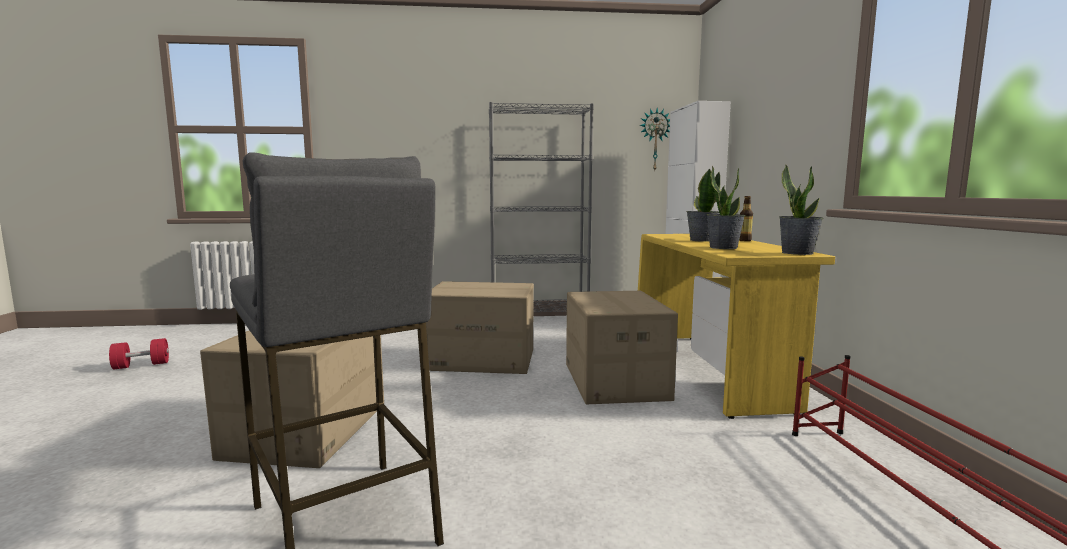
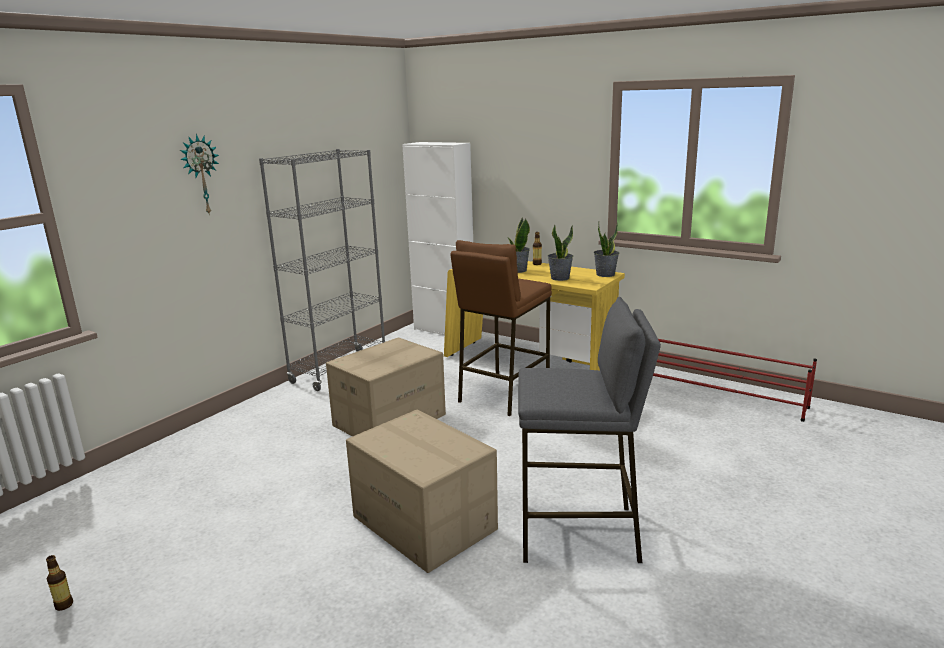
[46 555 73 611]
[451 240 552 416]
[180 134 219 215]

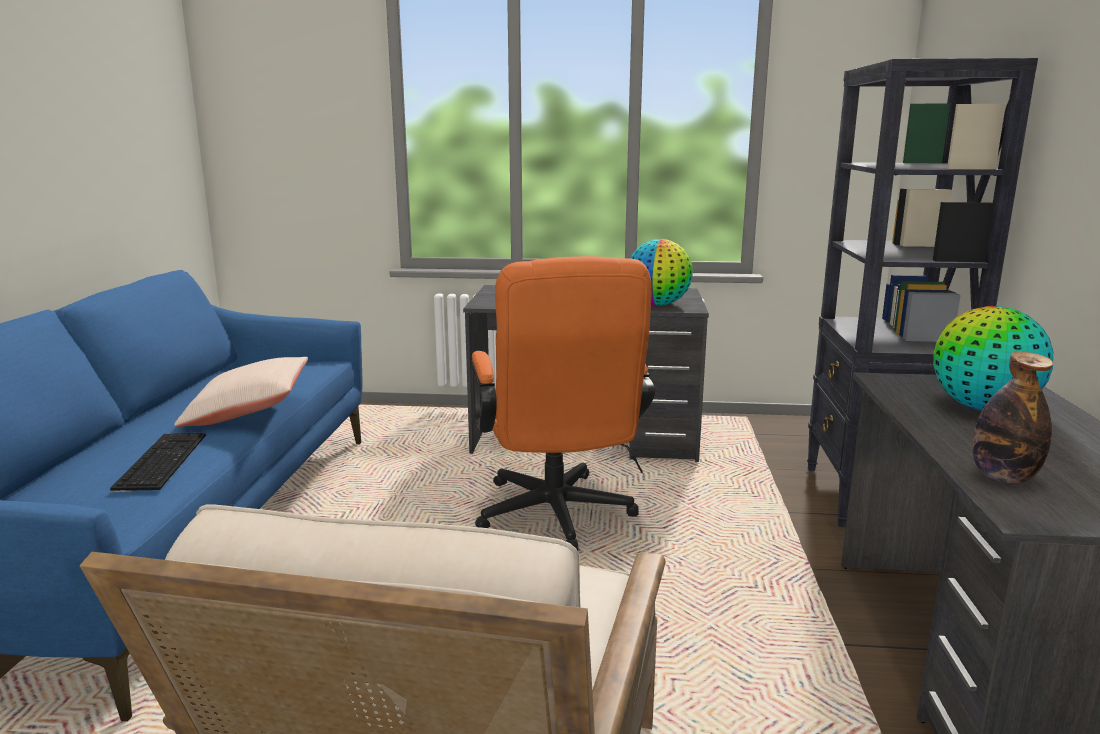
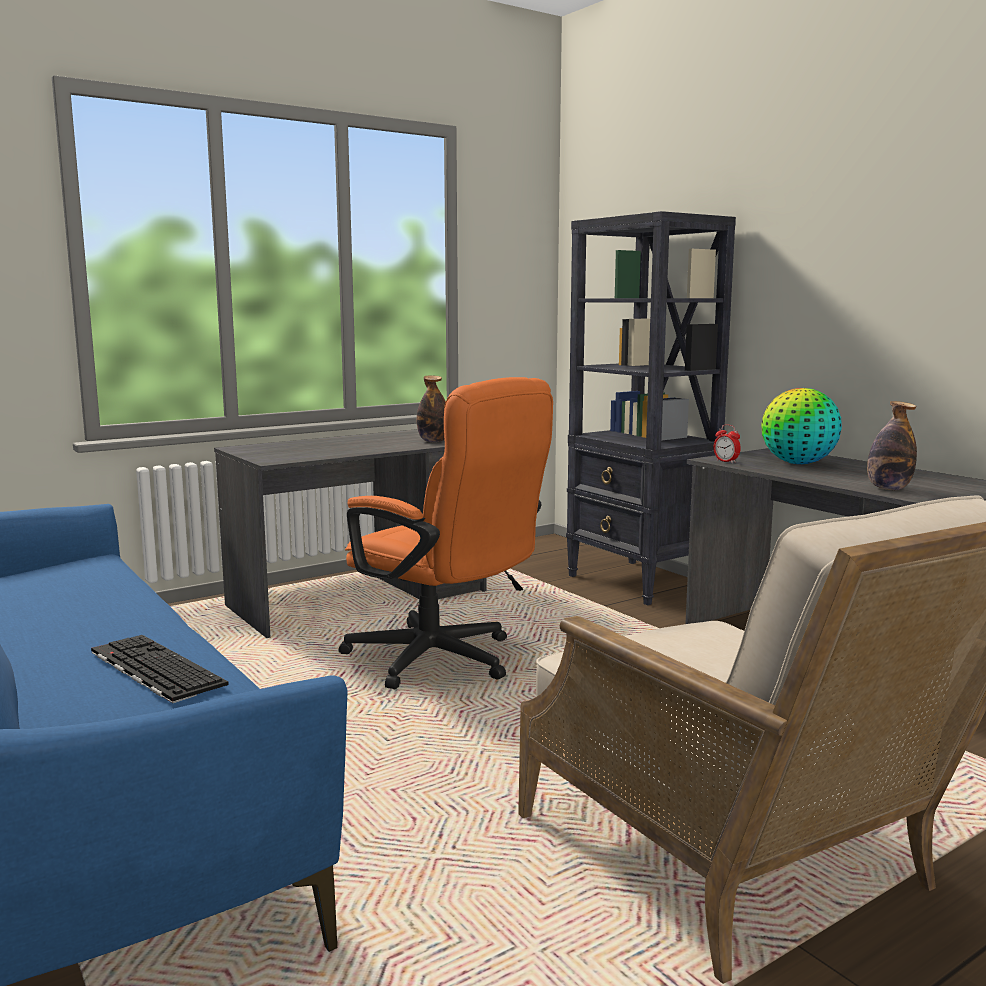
[174 357 308 427] (first image)
[417 375 446 442]
[713 424 741 463]

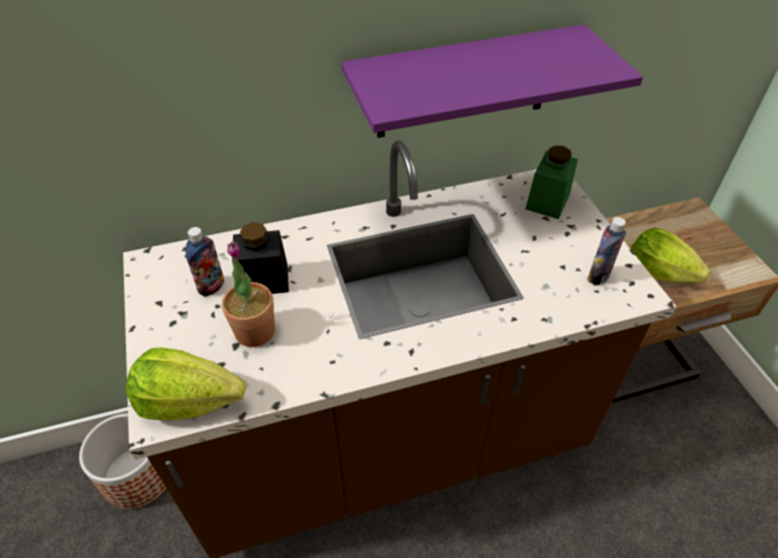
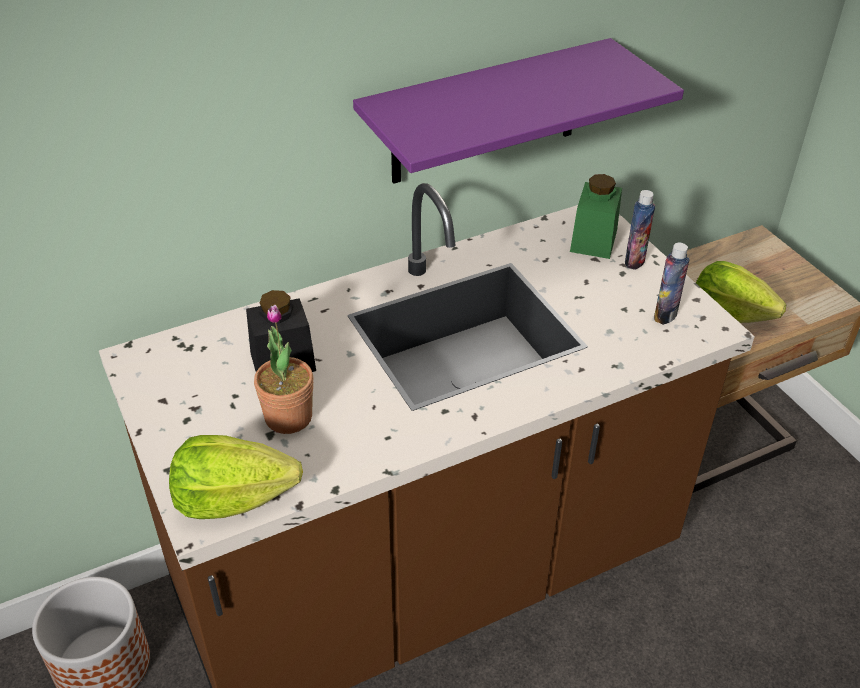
[625 190 655 270]

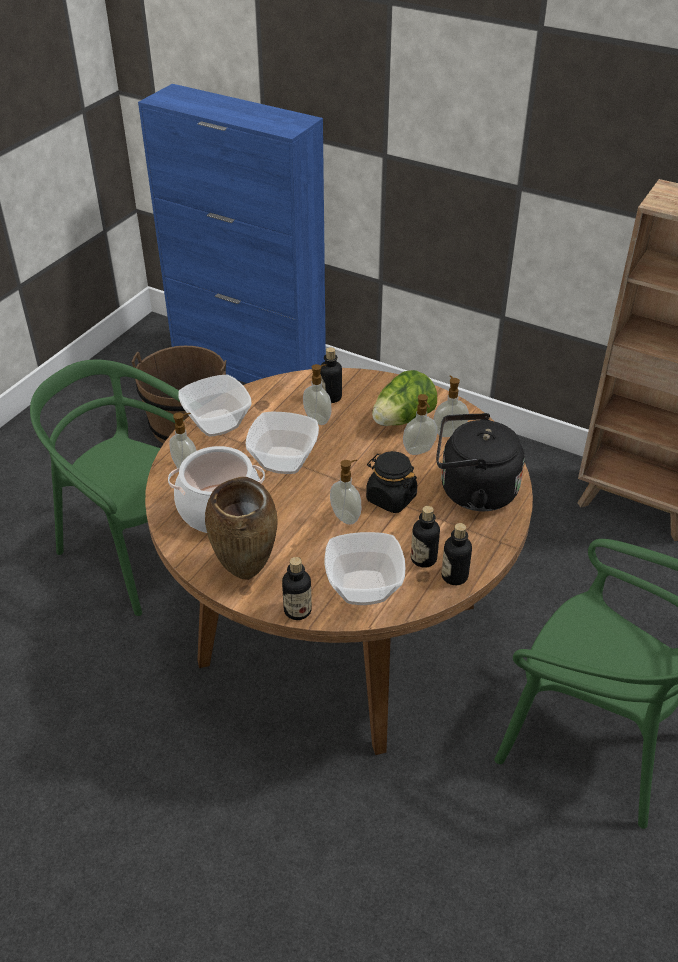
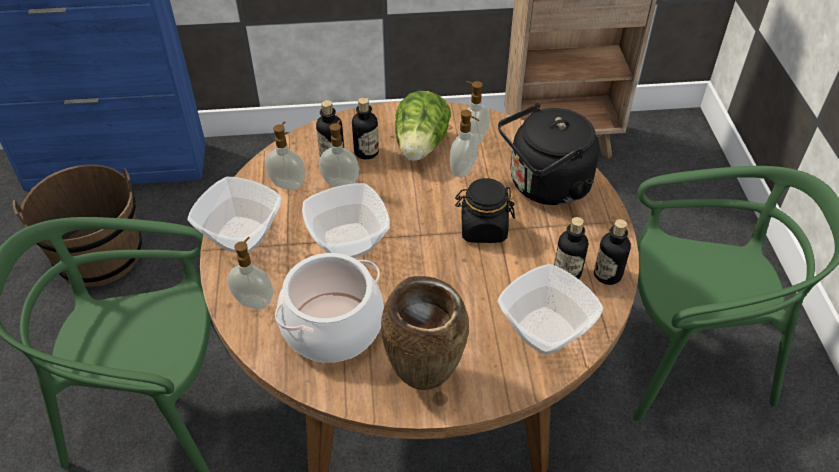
[352 97 379 159]
[265 121 305 190]

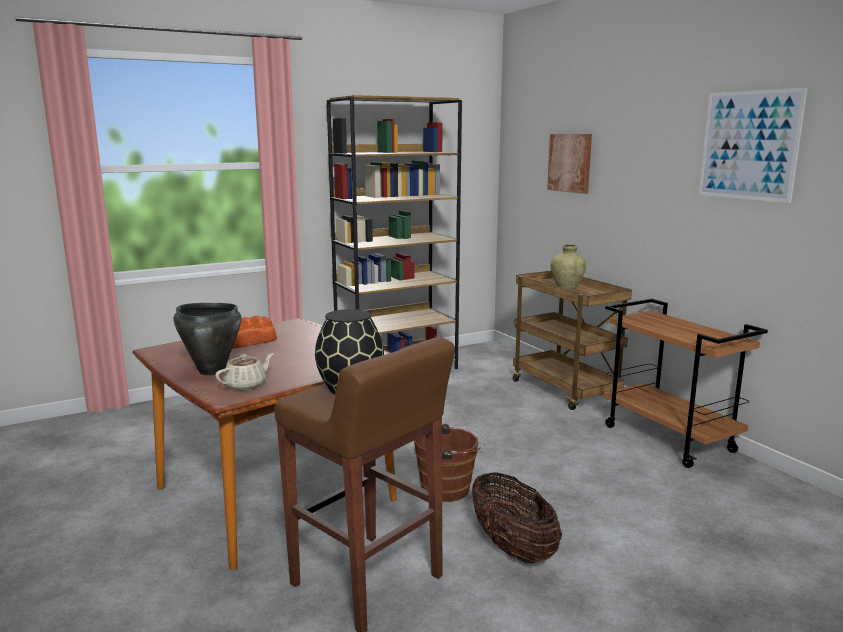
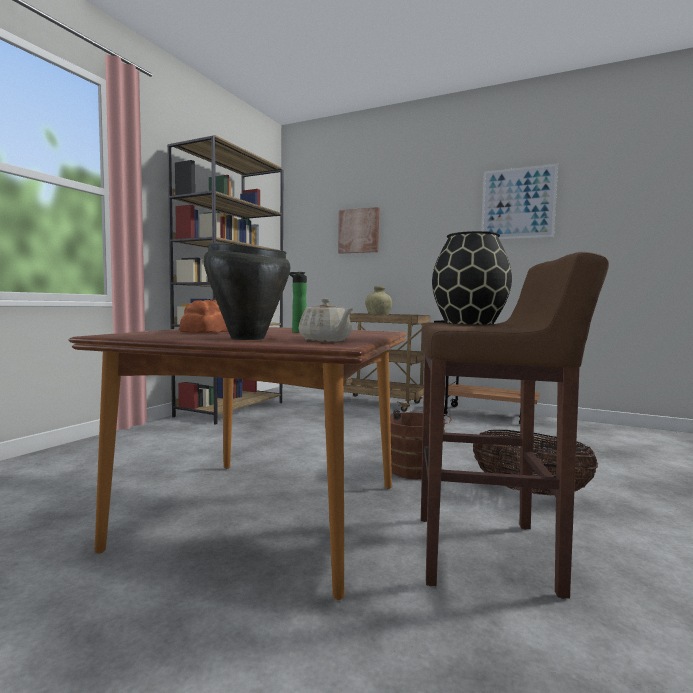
[299 299 354 342]
[289 272 307 333]

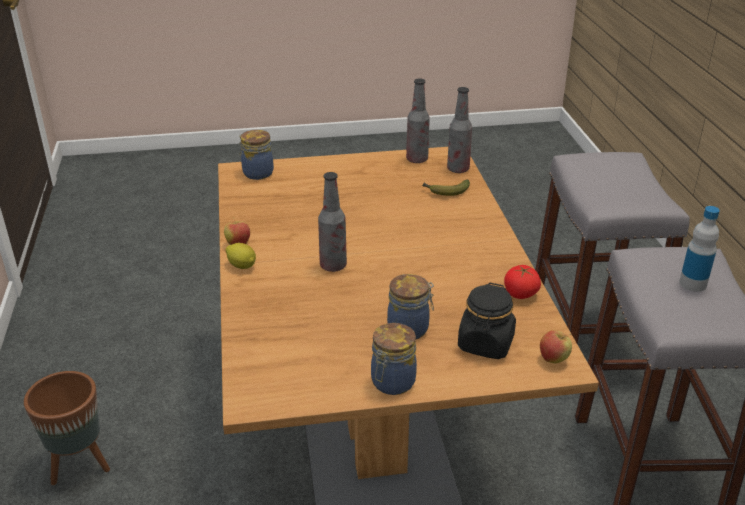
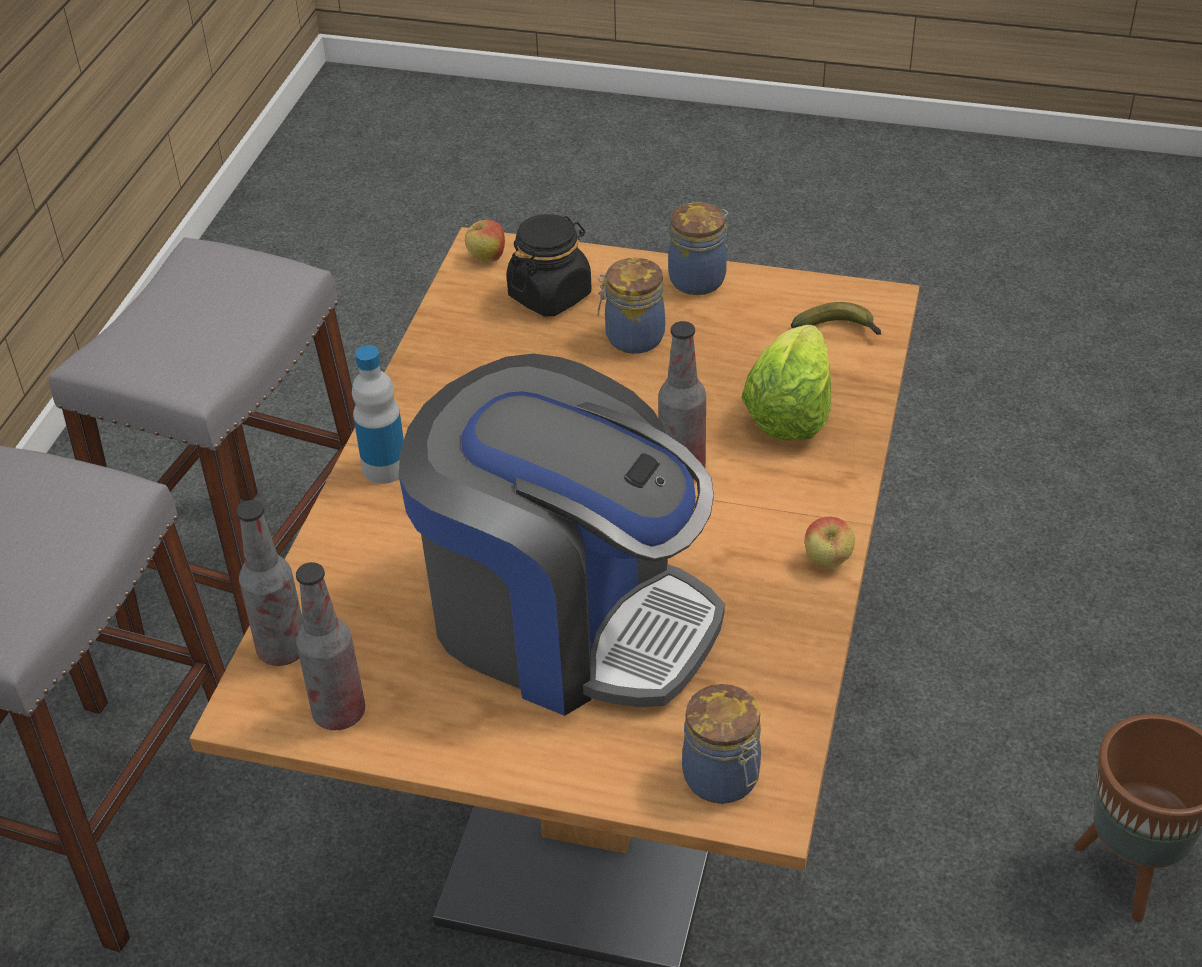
[226 243 256 269] (first image)
[791 302 882 335]
[504 265 541 299] (first image)
[352 345 404 484]
[399 354 725 716]
[741 325 831 440]

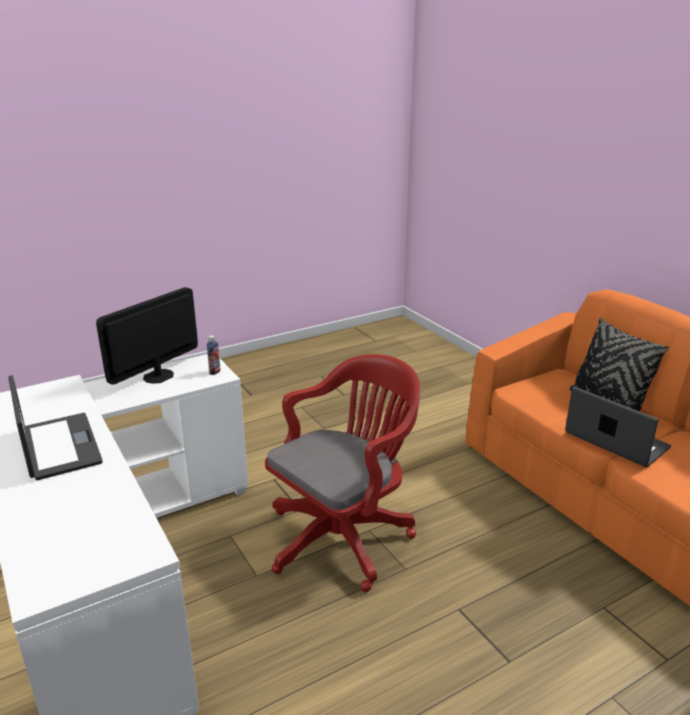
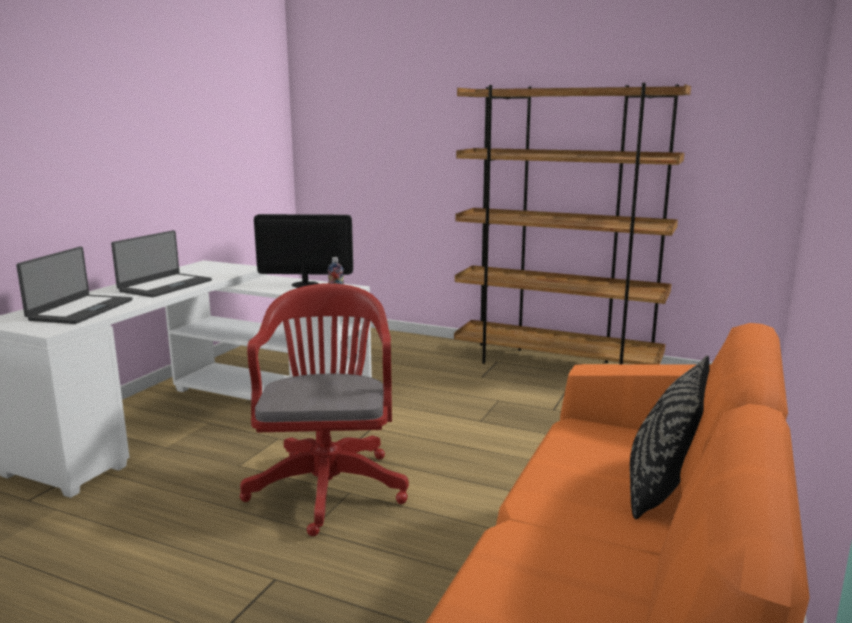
[240 283 409 536]
[16 247 133 324]
[454 83 691 364]

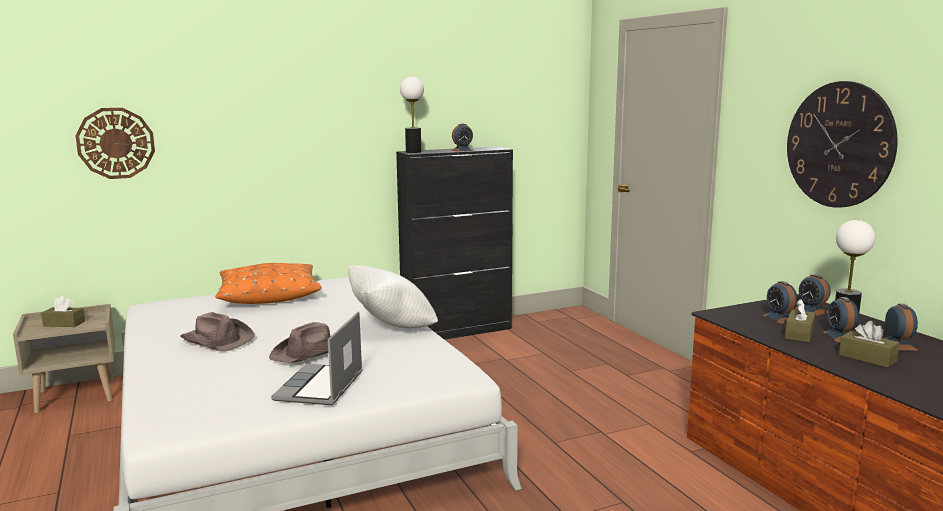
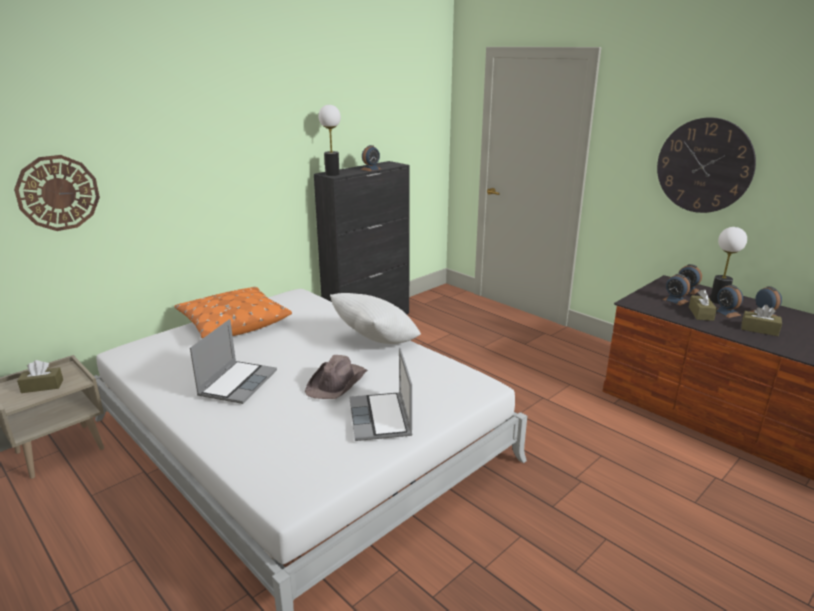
[190 319 277 404]

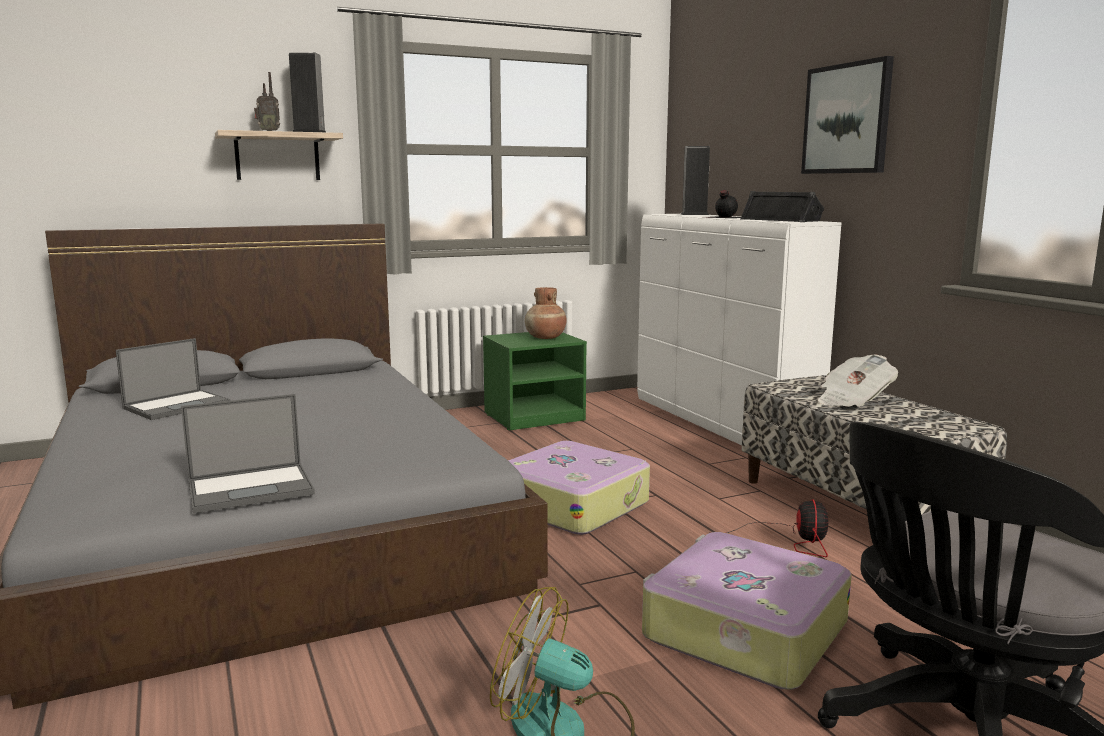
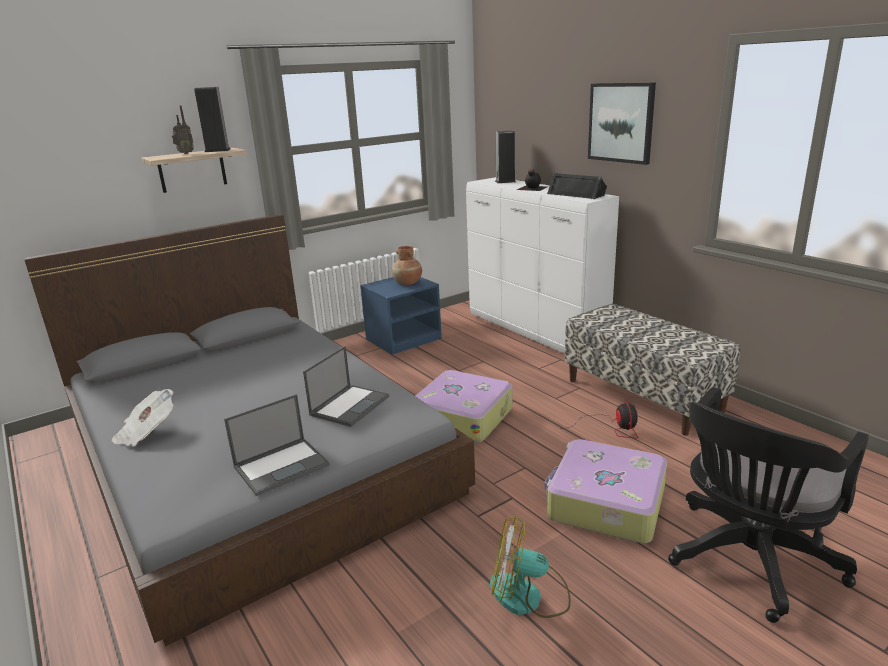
[303 346 389 427]
[360 277 442 355]
[112 389 174 447]

